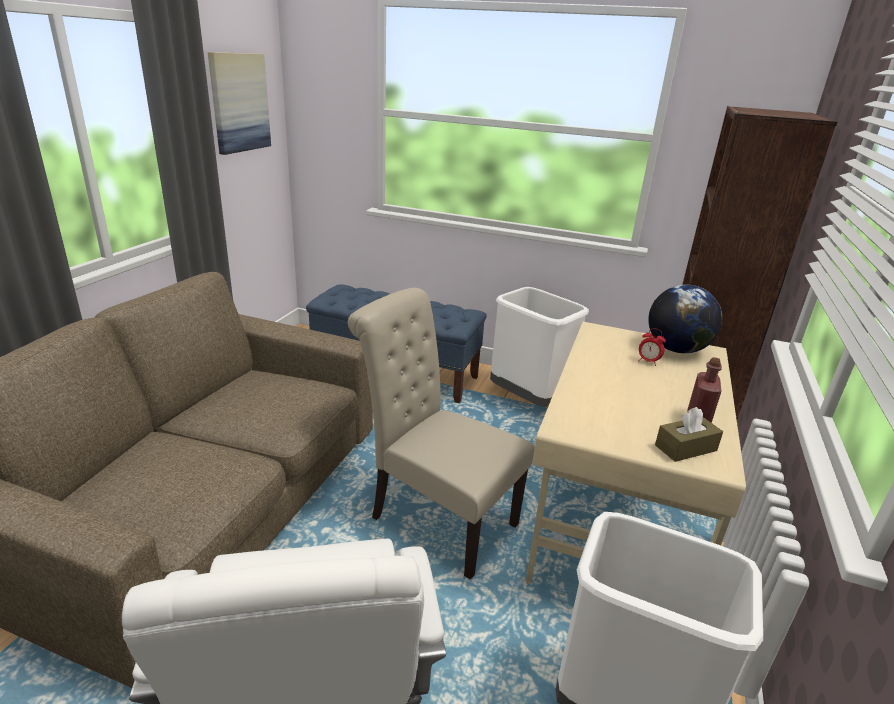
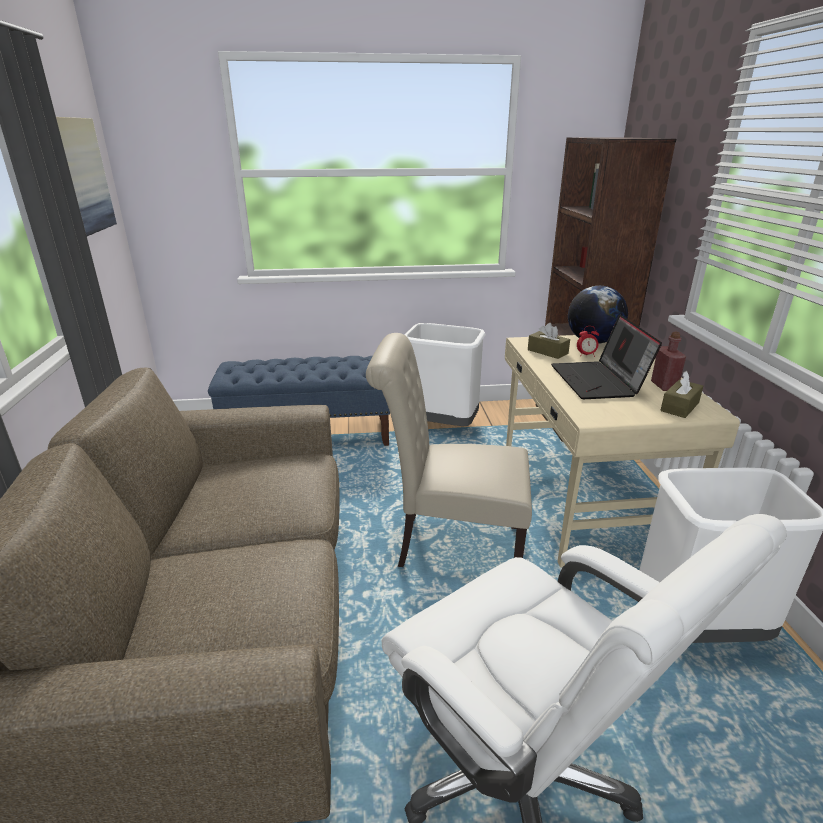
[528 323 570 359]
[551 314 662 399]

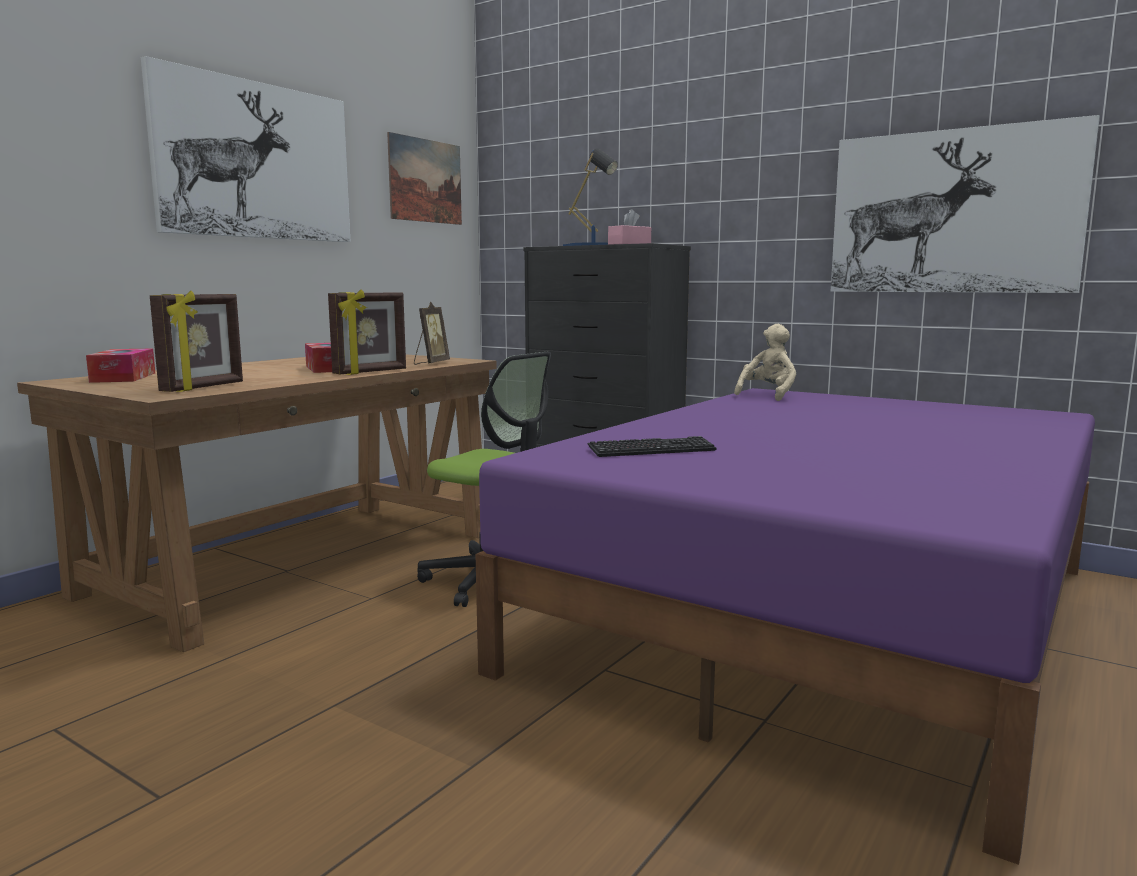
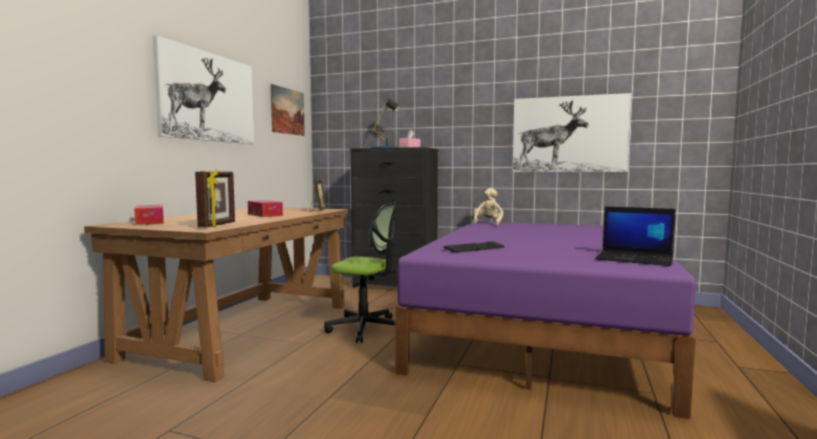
[328 289 406 375] (first image)
[595 207 676 266]

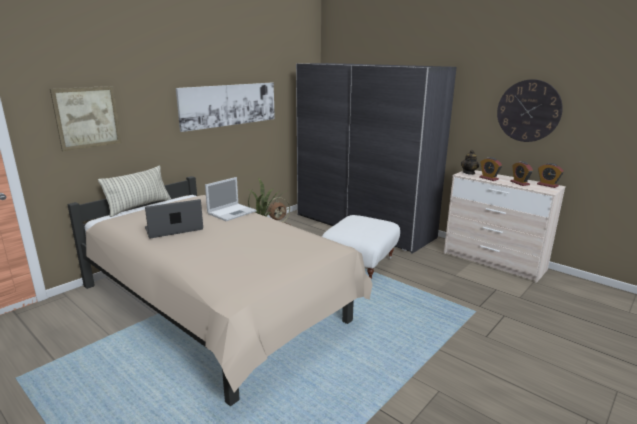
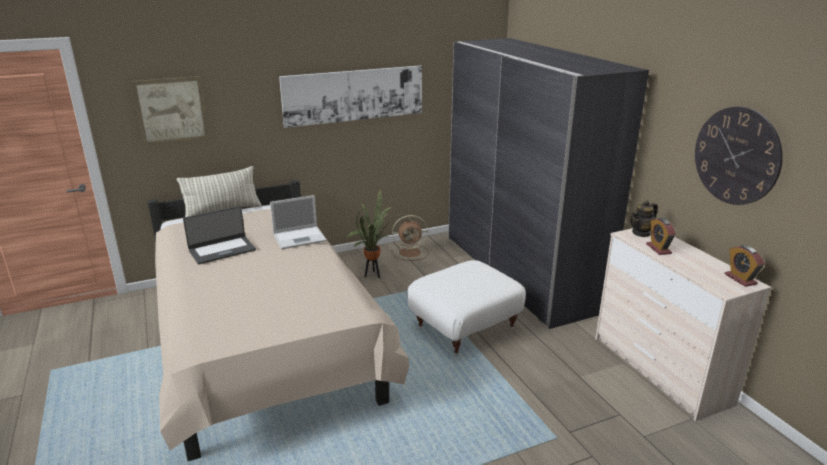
[183 206 256 265]
[510 161 533 186] (first image)

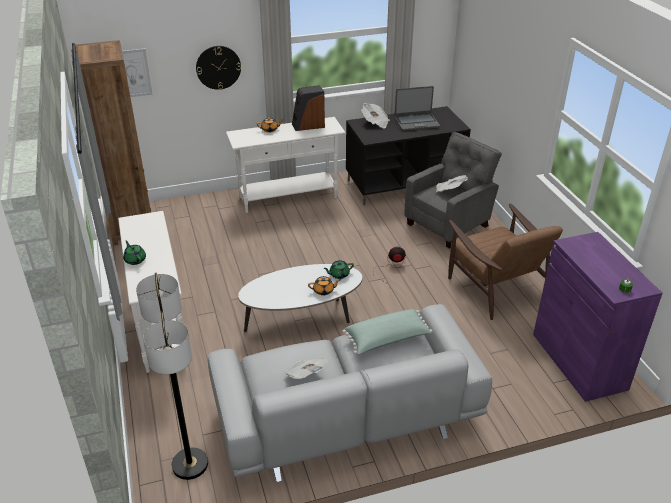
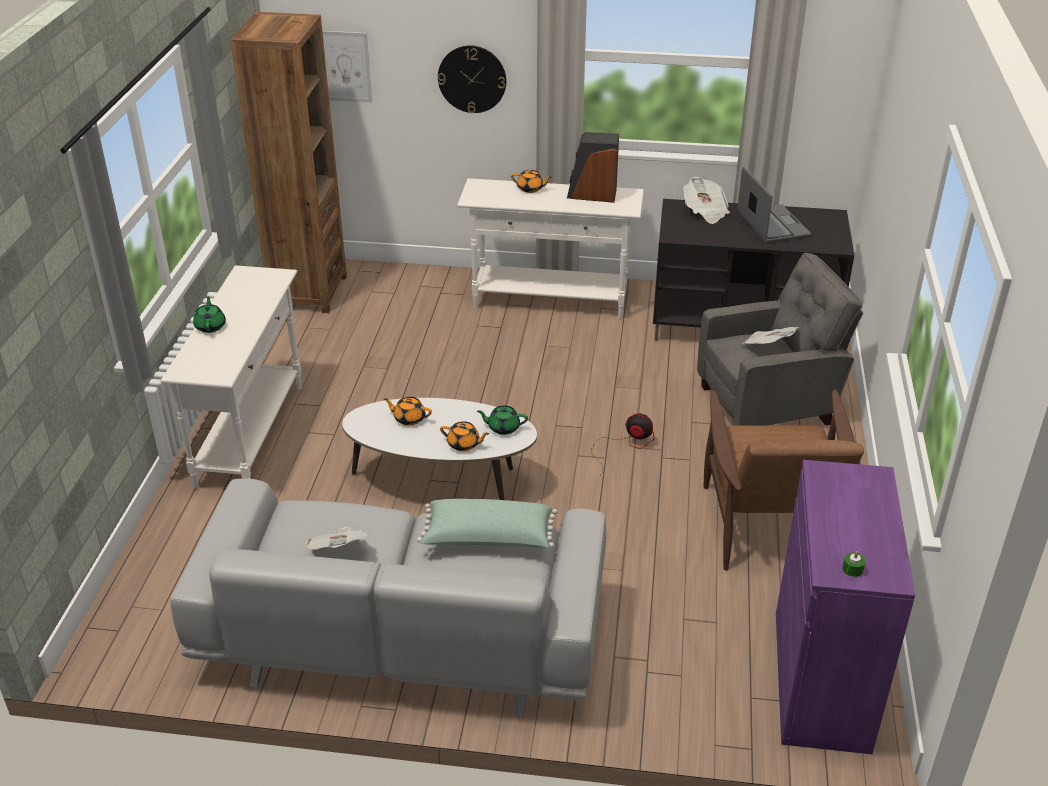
[136 272 208 480] (first image)
[737 166 811 243]
[384 397 432 426]

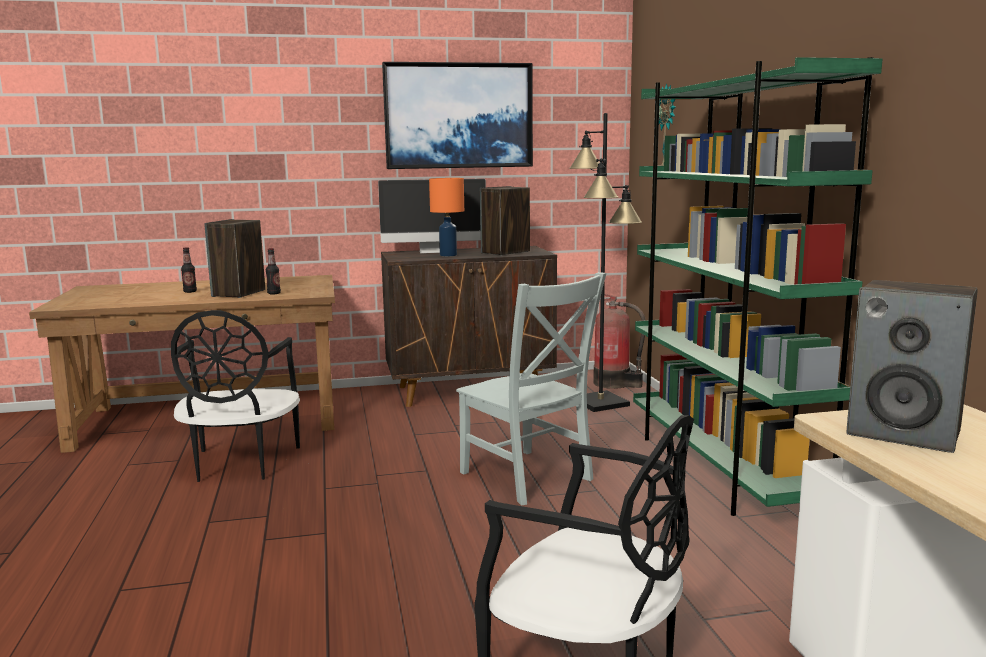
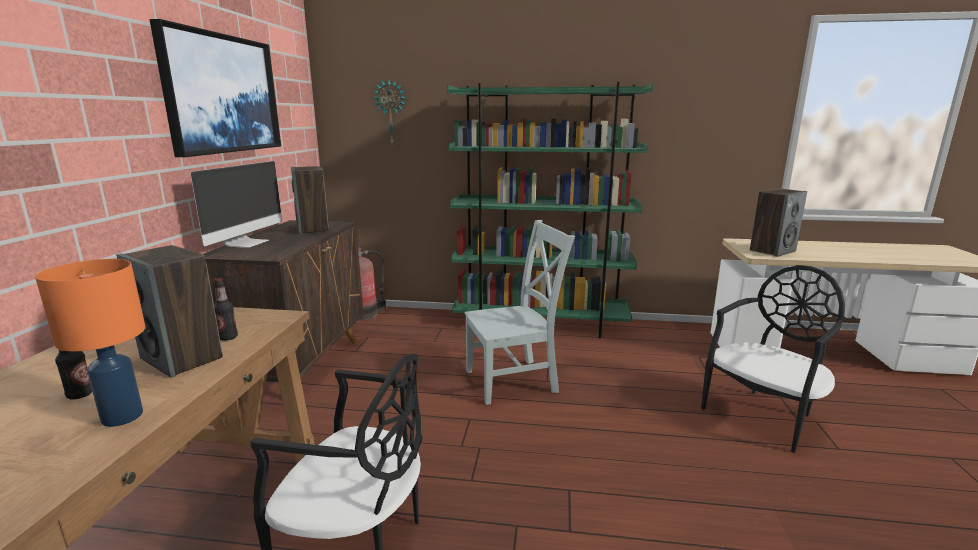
[35 259 145 427]
[569 113 642 412] (first image)

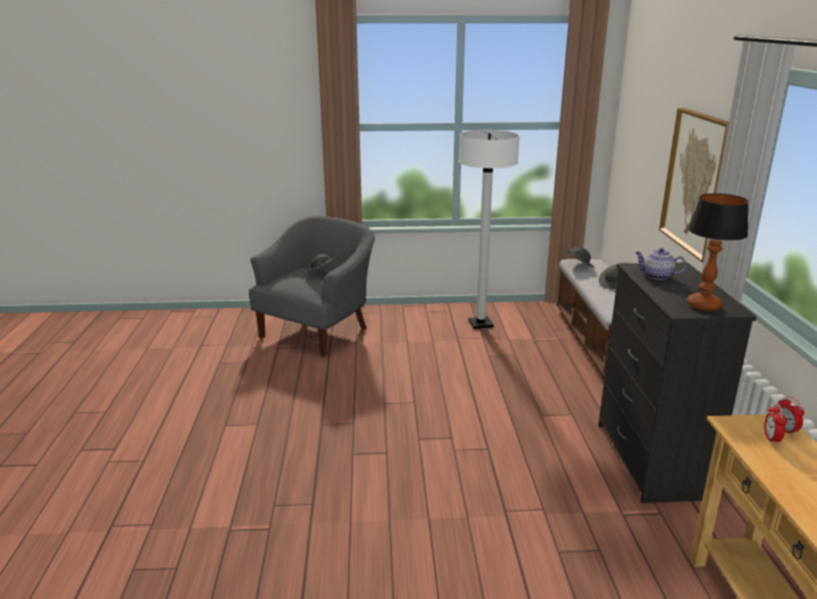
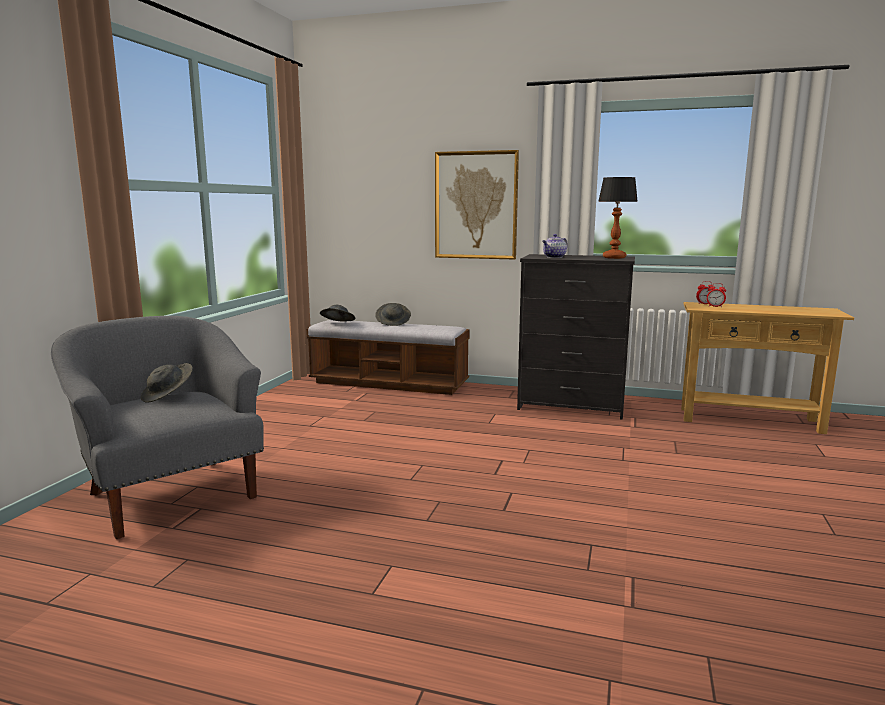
[459 130 520 329] (first image)

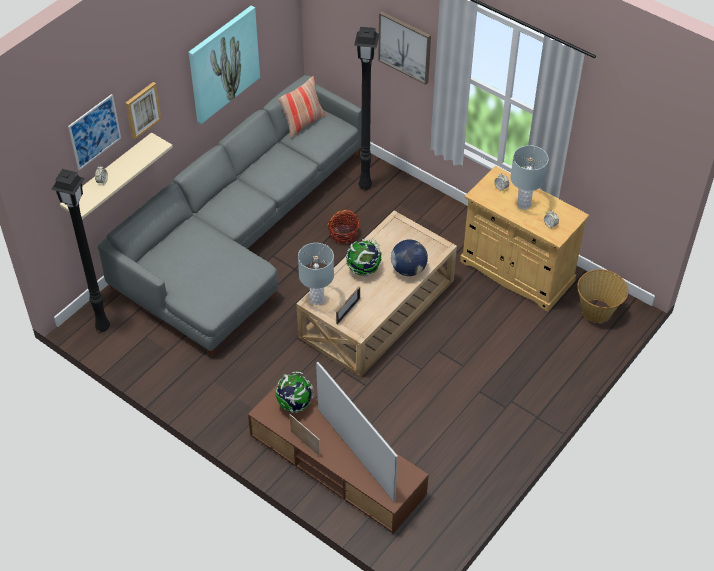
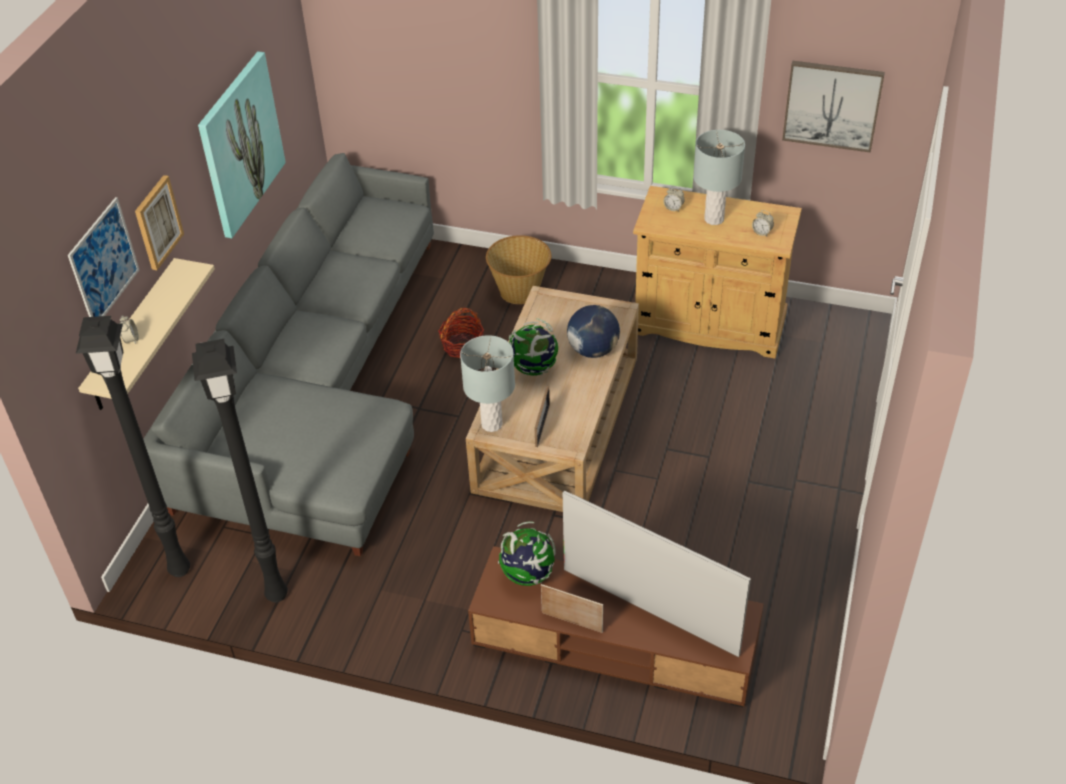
[279 76 325 138] (first image)
[192 339 288 603]
[782 61 885 153]
[486 235 551 304]

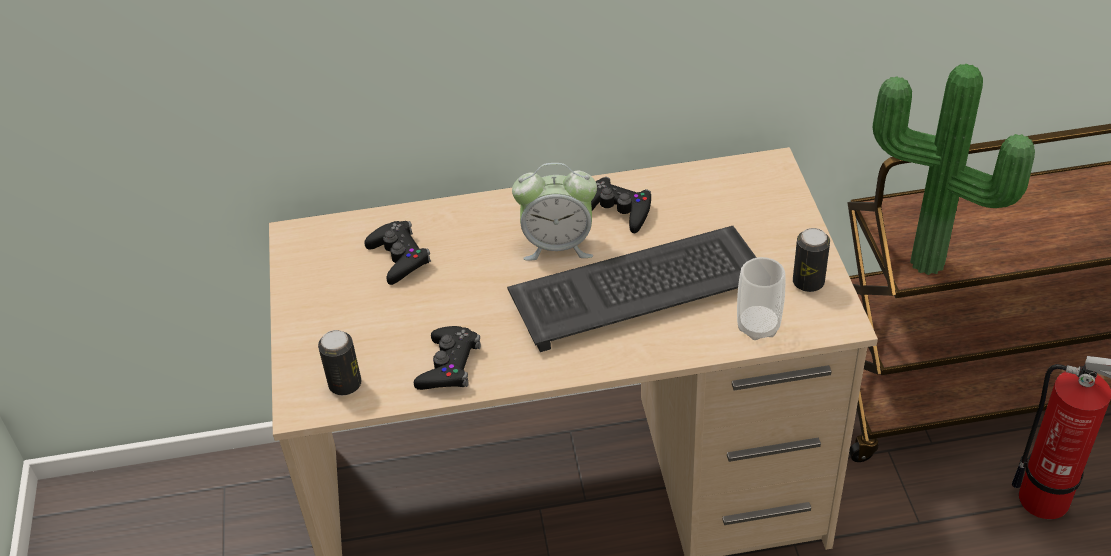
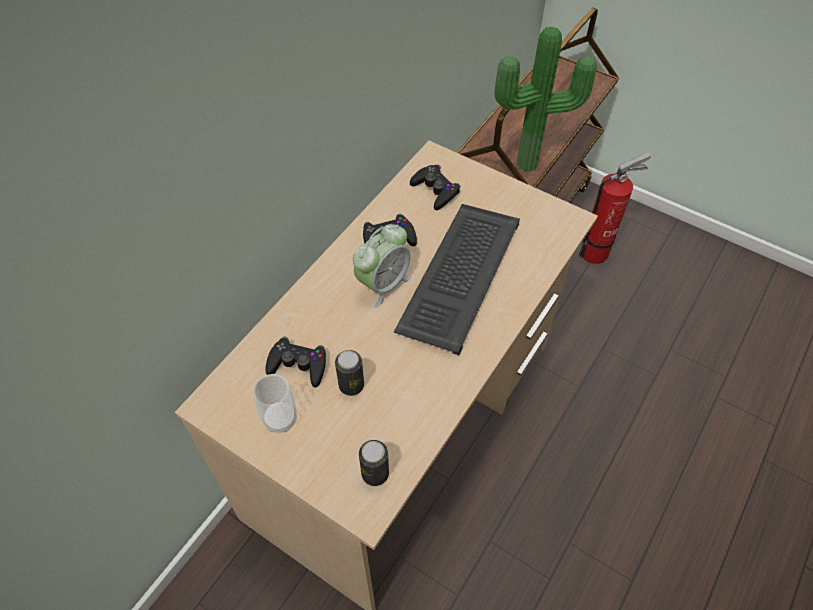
[410 165 461 210]
[253 374 297 433]
[335 350 364 396]

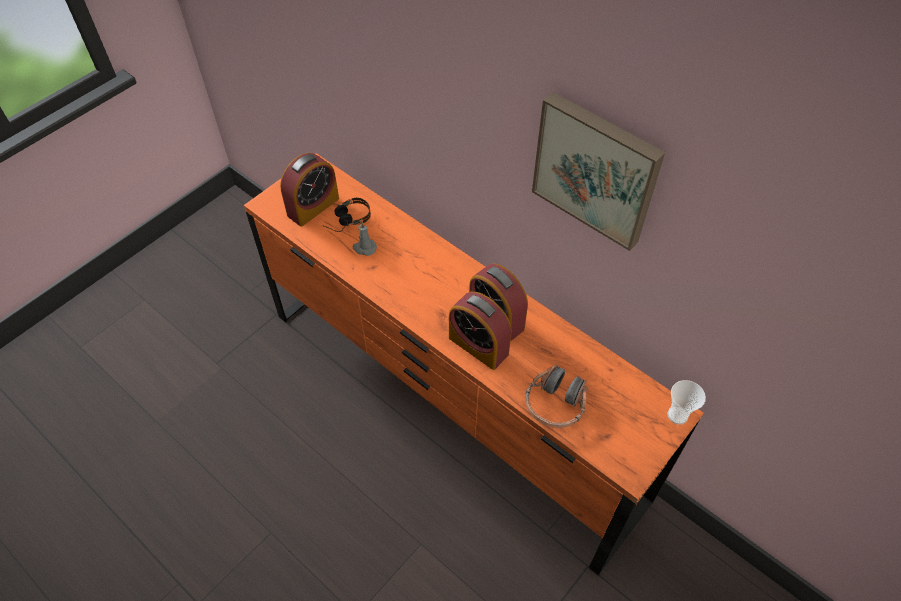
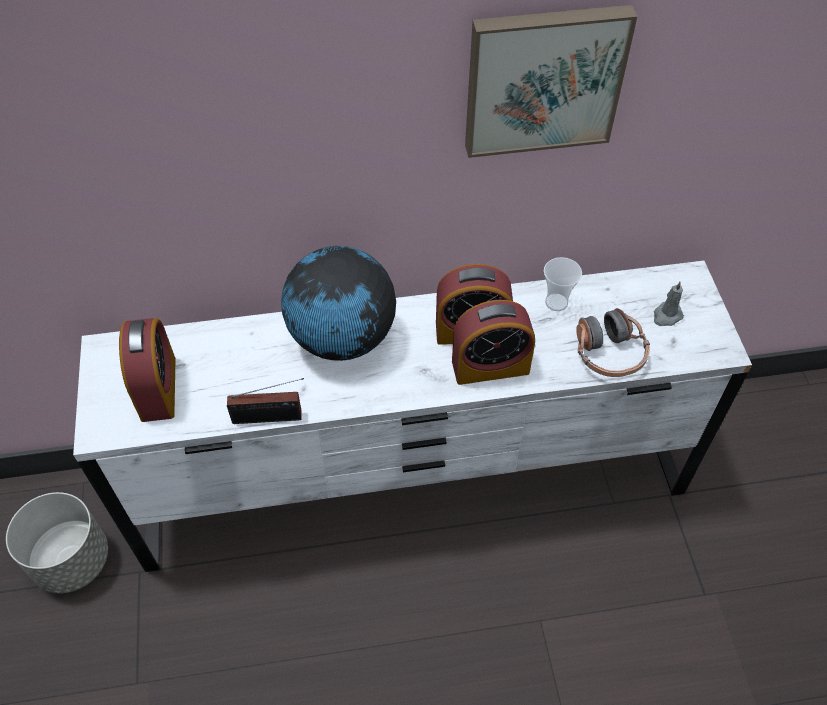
[73 261 752 572]
[324 198 371 232] (first image)
[654 281 684 326]
[544 257 582 311]
[6 492 108 593]
[227 378 304 424]
[281 246 396 361]

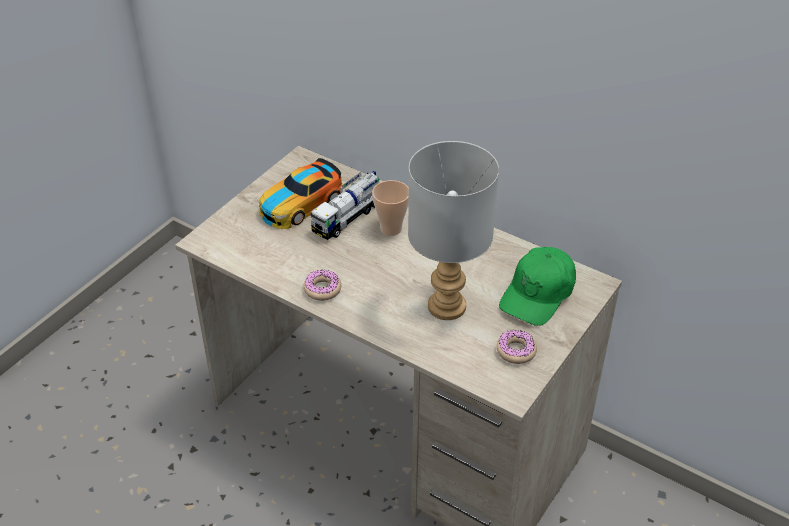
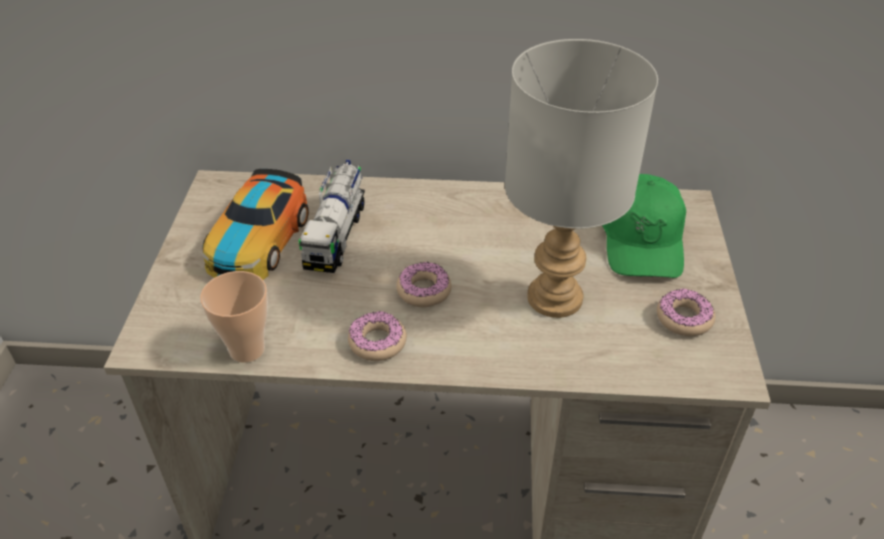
[200 271 268 363]
[396 262 452 307]

